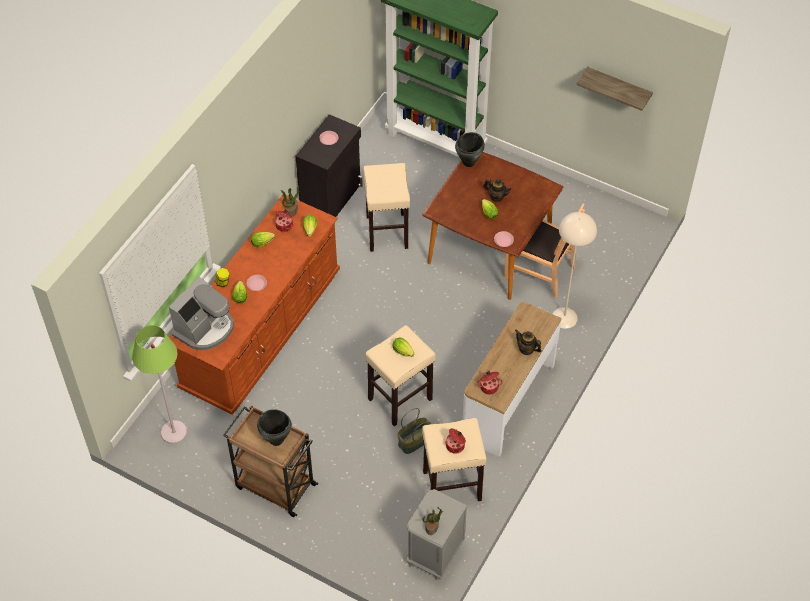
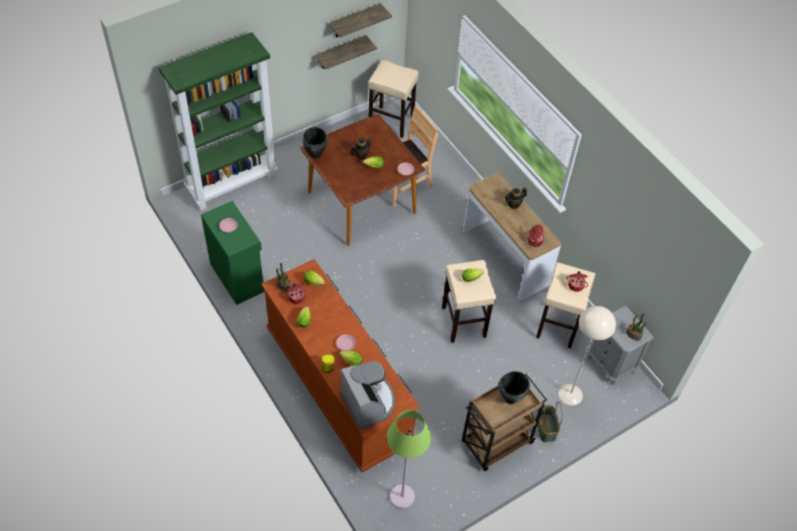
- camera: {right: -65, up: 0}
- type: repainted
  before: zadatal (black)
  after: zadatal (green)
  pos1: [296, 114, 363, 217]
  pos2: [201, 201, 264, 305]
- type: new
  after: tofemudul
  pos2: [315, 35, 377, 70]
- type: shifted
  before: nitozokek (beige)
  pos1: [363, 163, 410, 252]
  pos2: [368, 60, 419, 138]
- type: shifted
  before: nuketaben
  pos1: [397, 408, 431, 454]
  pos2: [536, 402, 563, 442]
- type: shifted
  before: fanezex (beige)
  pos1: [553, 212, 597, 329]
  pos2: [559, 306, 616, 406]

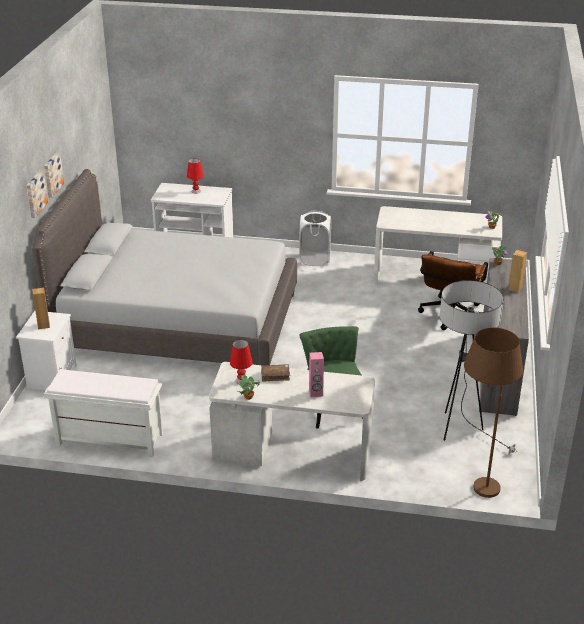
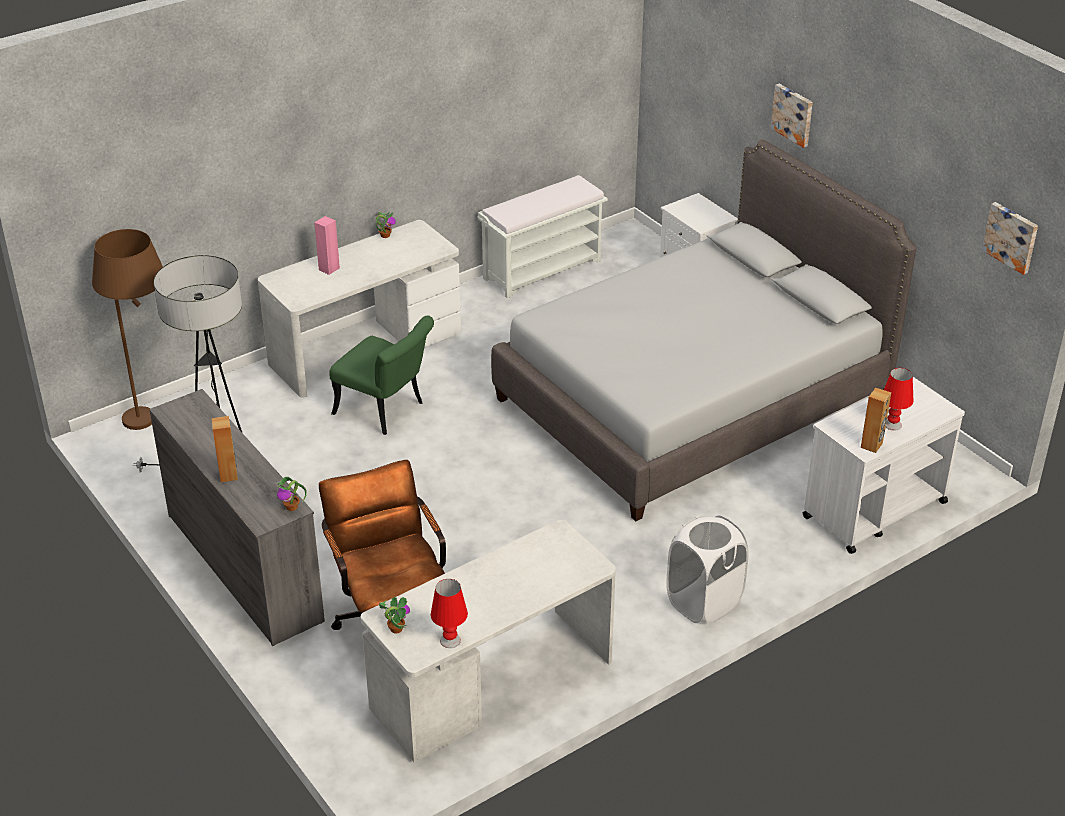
- camera: {right: 135, up: 5}
- type: shifted
  before: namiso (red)
  pos1: [230, 340, 253, 385]
  pos2: [431, 579, 468, 648]
- type: shifted
  before: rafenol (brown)
  pos1: [32, 288, 50, 329]
  pos2: [861, 388, 891, 453]
- type: shifted
  before: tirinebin
  pos1: [44, 152, 64, 198]
  pos2: [982, 202, 1038, 275]
- type: gone
  before: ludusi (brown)
  pos1: [261, 364, 290, 382]

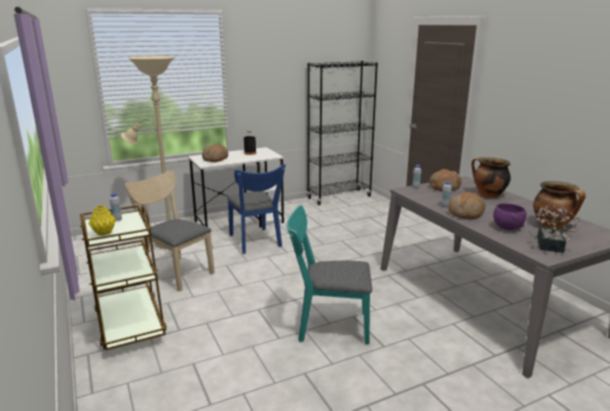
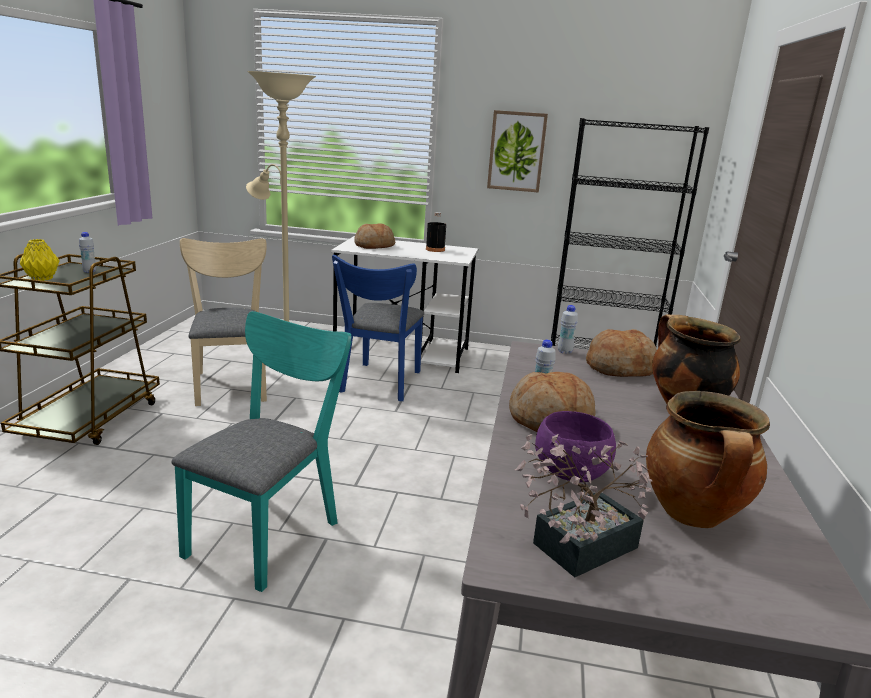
- camera: {right: 35, up: 0}
- type: rotated
  before: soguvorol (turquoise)
  pos1: [286, 205, 372, 344]
  pos2: [172, 311, 351, 592]
  turn: 75
- type: new
  after: tirinebin
  pos2: [487, 110, 548, 193]

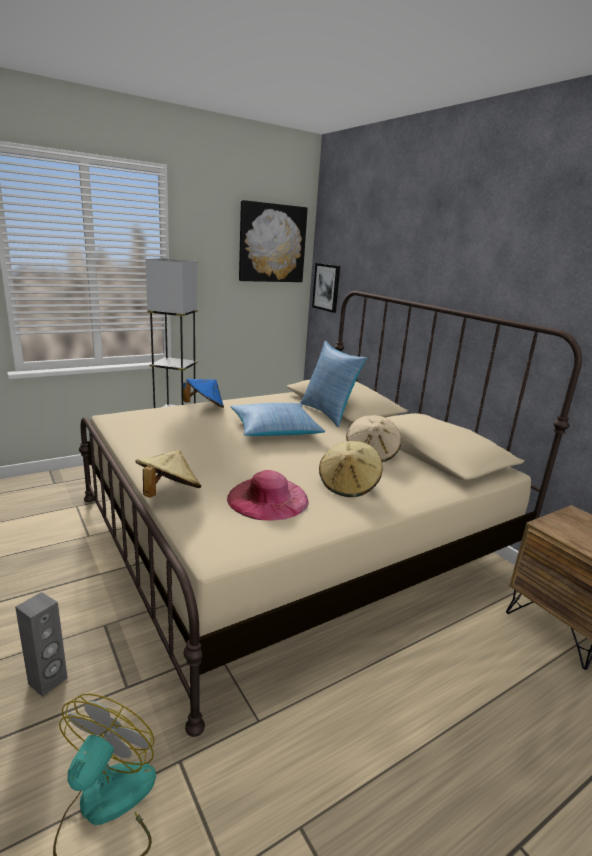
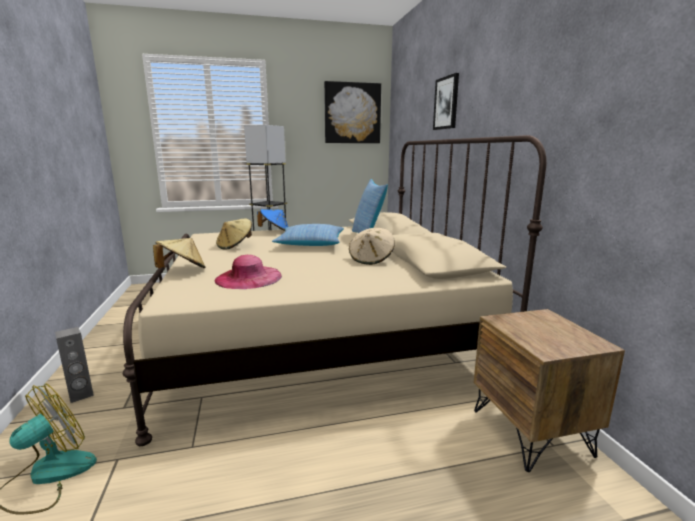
- camera: {right: 20, up: -5}
- type: shifted
  before: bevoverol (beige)
  pos1: [319, 441, 383, 497]
  pos2: [216, 219, 252, 250]
- type: shifted
  before: tirinebin
  pos1: [312, 263, 340, 313]
  pos2: [433, 73, 459, 130]

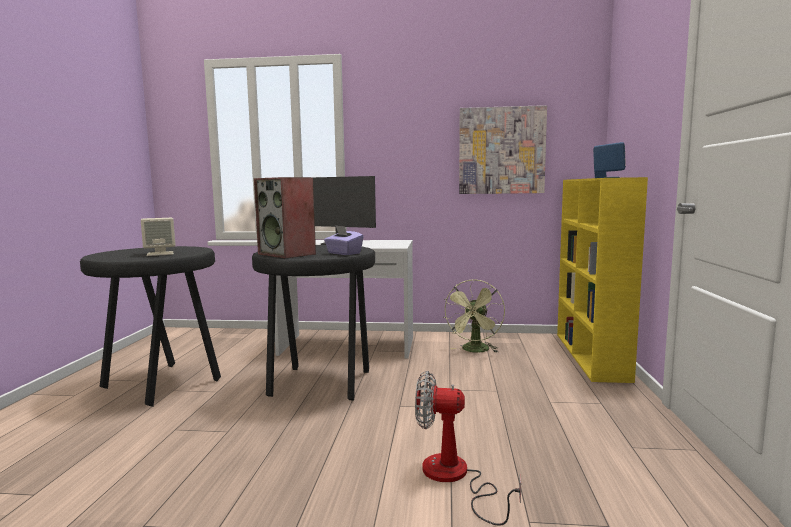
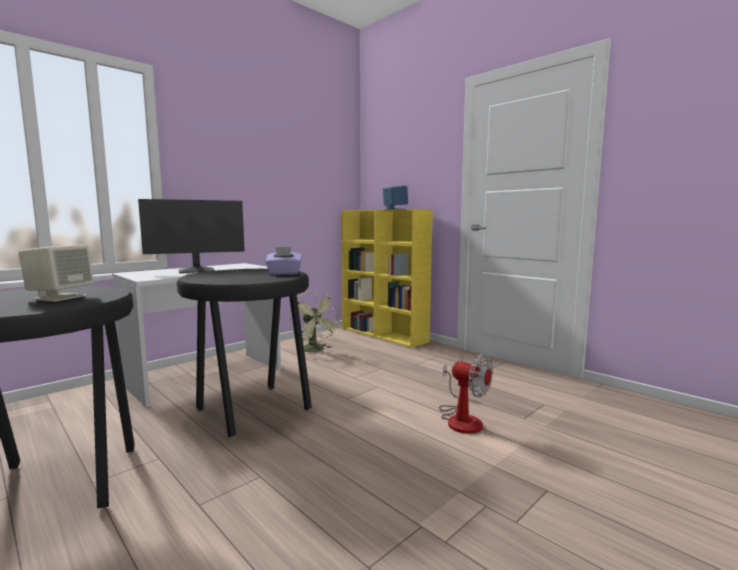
- camera: {right: -50, up: 0}
- type: rotated
  before: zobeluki
  pos1: [415, 371, 521, 526]
  pos2: [439, 353, 493, 434]
  turn: -105
- type: gone
  before: rafenol
  pos1: [254, 177, 316, 259]
- type: gone
  before: tirinebin
  pos1: [459, 105, 547, 194]

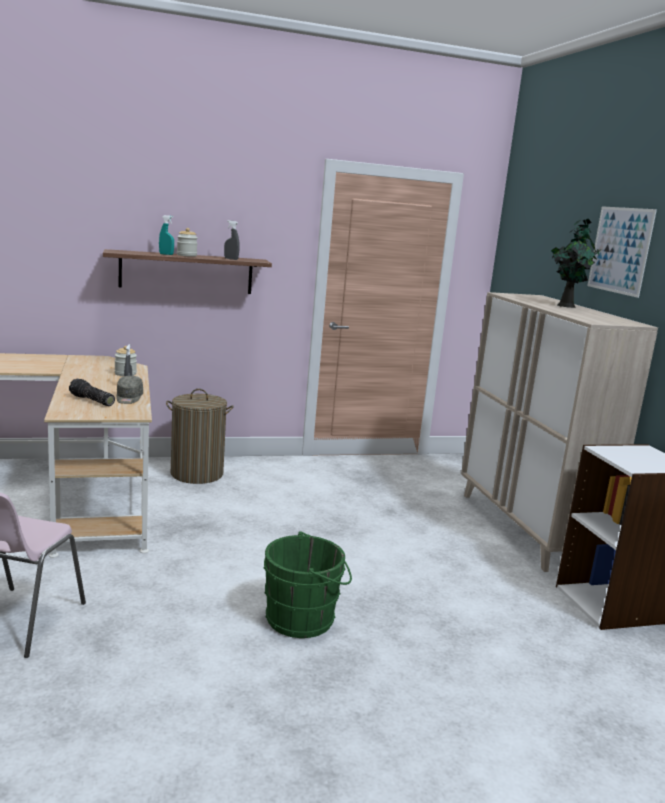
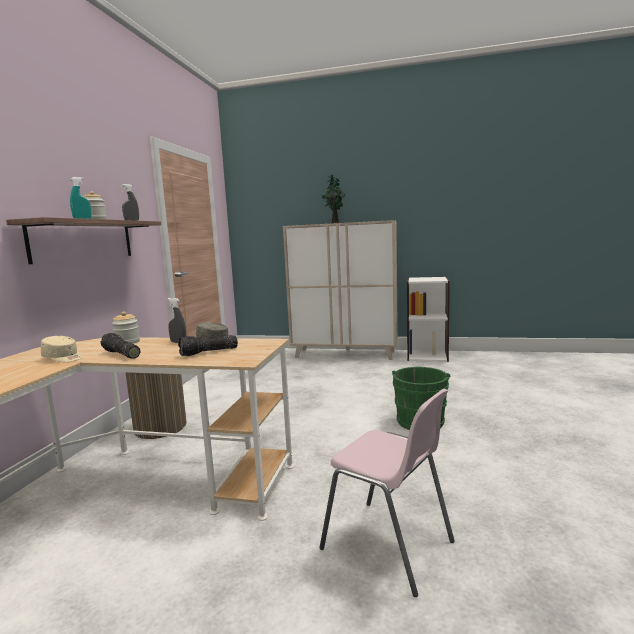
- camera: {right: -60, up: -5}
- type: new
  after: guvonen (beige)
  pos2: [41, 336, 82, 362]
- type: new
  after: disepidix
  pos2: [101, 333, 140, 359]
- type: gone
  before: tirinebin
  pos1: [587, 206, 657, 298]

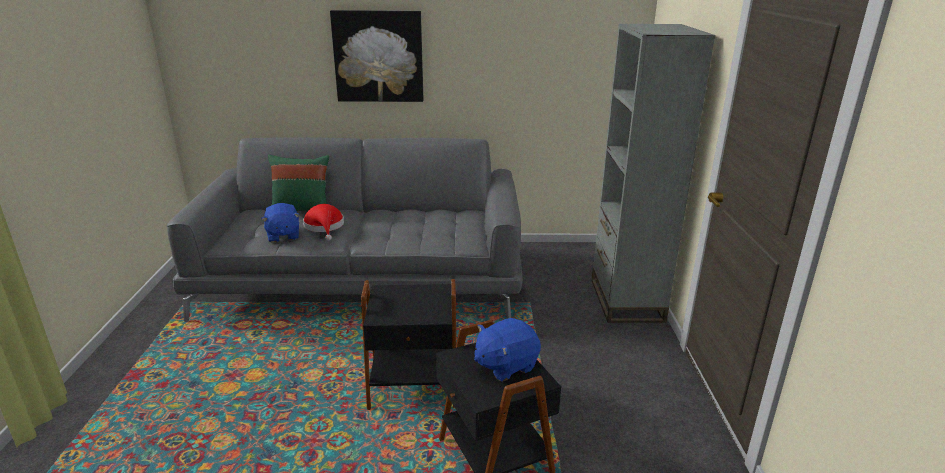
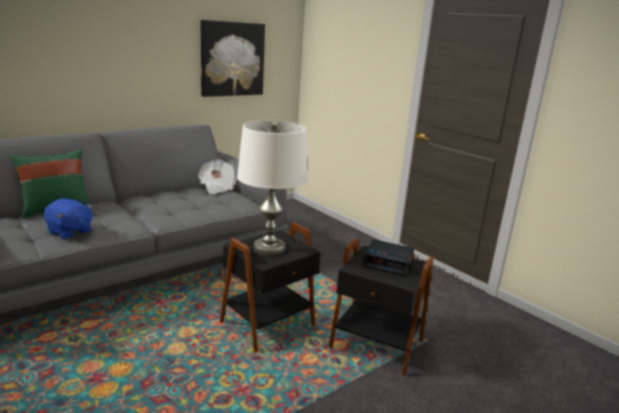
- camera: {right: -40, up: -5}
- type: new
  after: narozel
  pos2: [198, 159, 236, 194]
- type: shifted
  before: tirinebin
  pos1: [330, 10, 423, 102]
  pos2: [201, 20, 265, 97]
- type: new
  after: namiso (white)
  pos2: [237, 121, 307, 255]
- type: swapped
  before: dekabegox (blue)
  after: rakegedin
  pos1: [474, 318, 541, 382]
  pos2: [363, 240, 414, 276]
- type: gone
  before: bevoverol (red)
  pos1: [303, 204, 344, 241]
- type: gone
  before: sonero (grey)
  pos1: [591, 24, 716, 323]

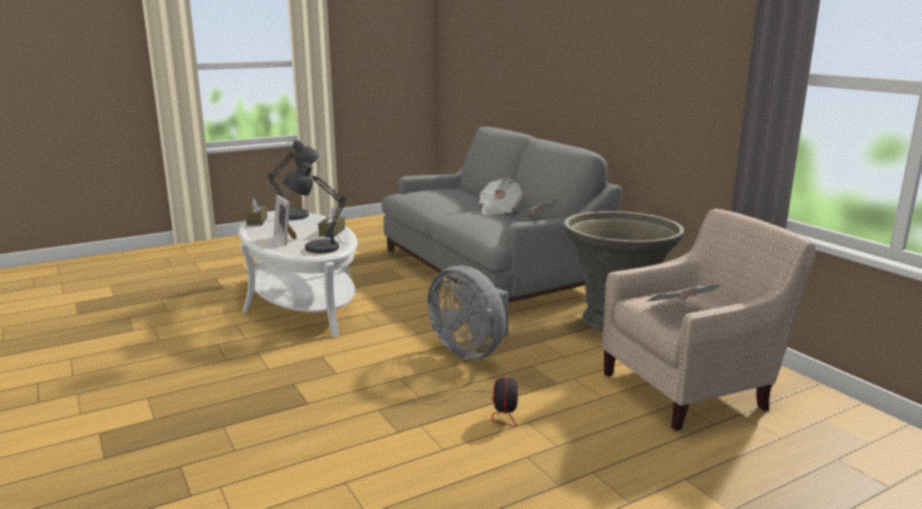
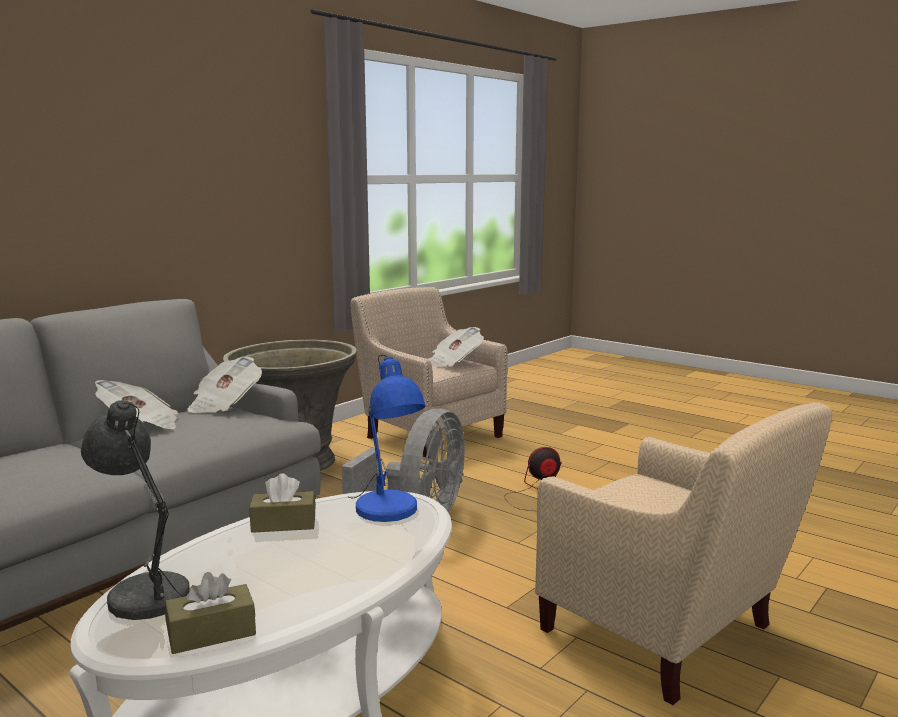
- camera: {right: -110, up: -5}
- type: repainted
  before: namiso (grey)
  after: namiso (blue)
  pos1: [283, 162, 349, 254]
  pos2: [348, 355, 425, 522]
- type: new
  after: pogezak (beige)
  pos2: [535, 402, 832, 705]
- type: gone
  before: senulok
  pos1: [274, 195, 296, 245]

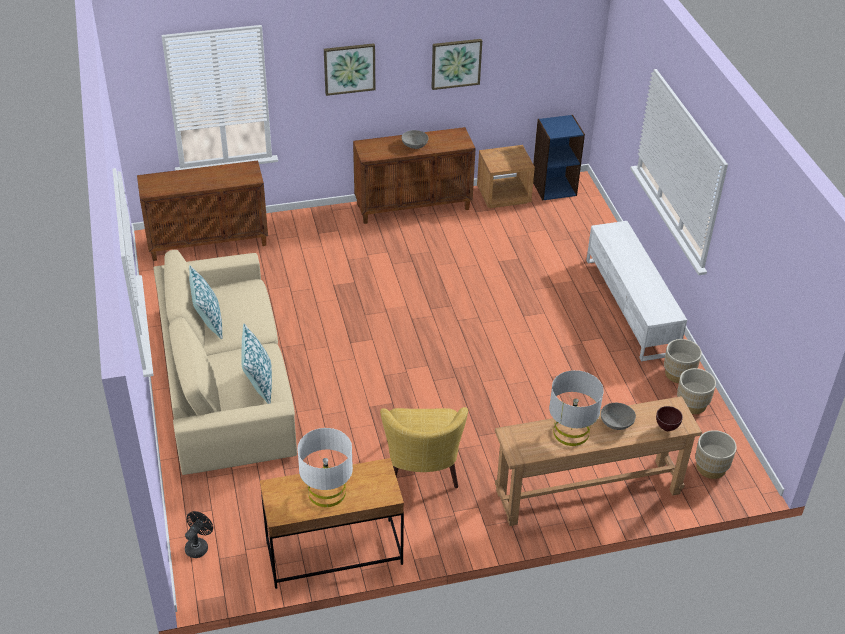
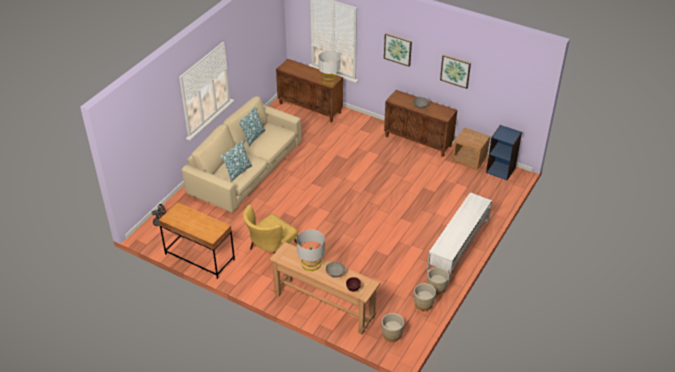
- camera: {right: 45, up: 0}
- type: shifted
  before: namiso (white)
  pos1: [297, 428, 353, 507]
  pos2: [318, 50, 340, 84]

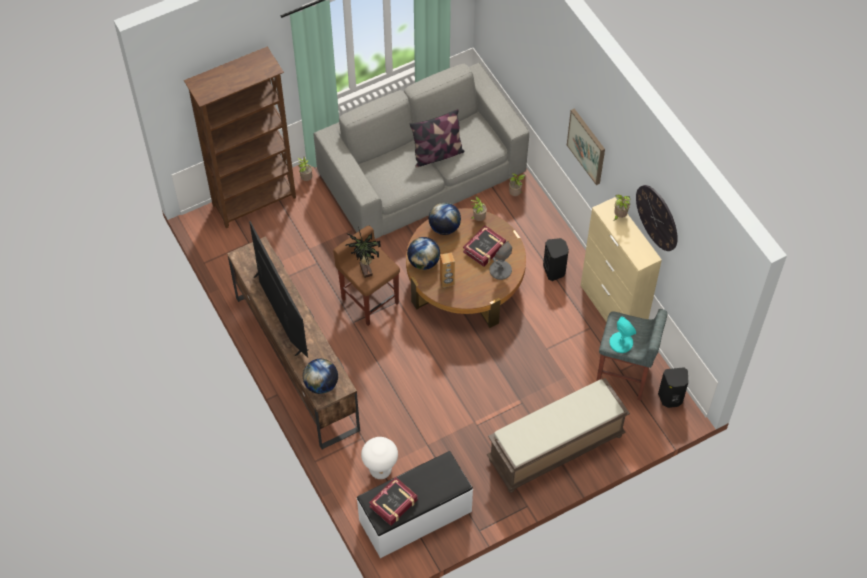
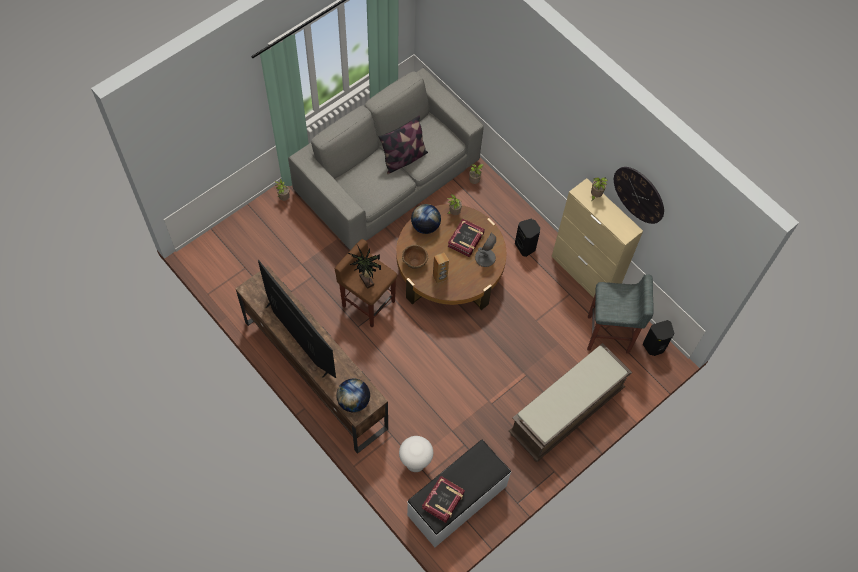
- camera: {right: -15, up: 5}
- type: swapped
  before: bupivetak
  after: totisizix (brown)
  pos1: [407, 237, 440, 270]
  pos2: [402, 245, 428, 269]
- type: gone
  before: sonero (brown)
  pos1: [184, 47, 296, 228]
- type: gone
  before: tirinebin
  pos1: [567, 109, 605, 185]
- type: gone
  before: namiso (turquoise)
  pos1: [609, 316, 636, 353]

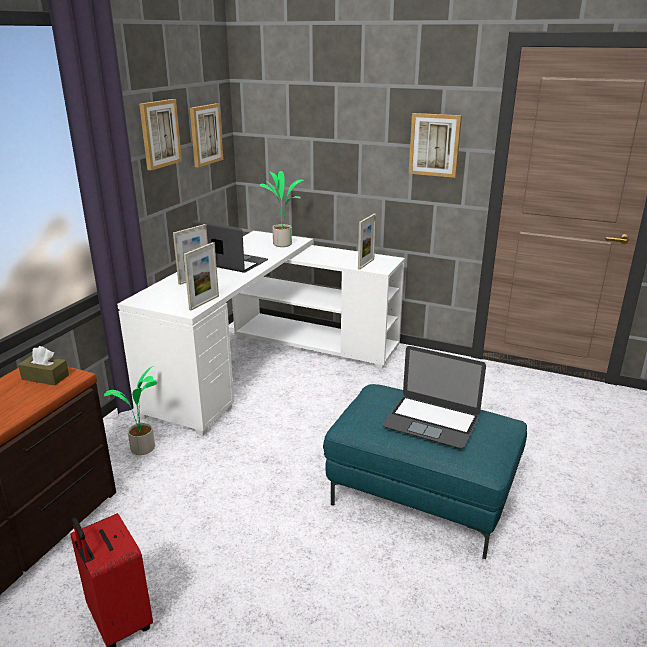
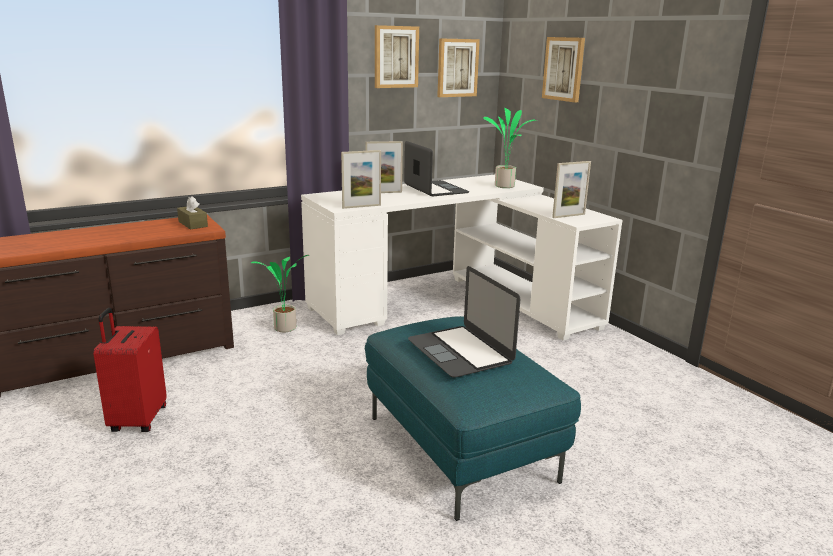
- camera: {right: 35, up: -5}
- type: shifted
  before: tirinebin
  pos1: [409, 113, 462, 178]
  pos2: [542, 37, 585, 102]

